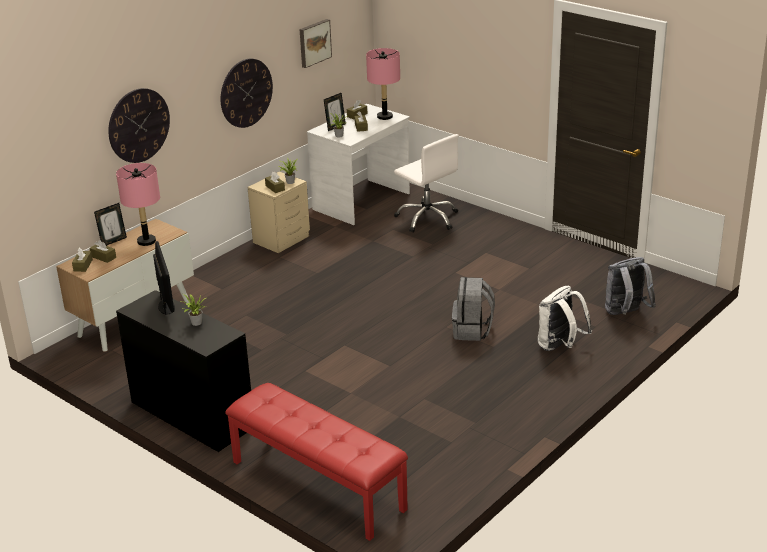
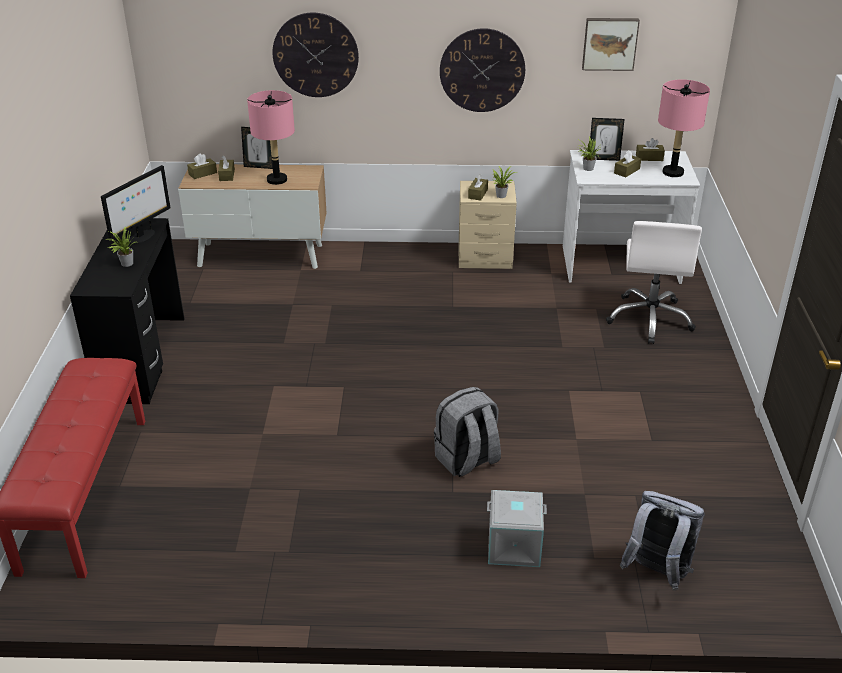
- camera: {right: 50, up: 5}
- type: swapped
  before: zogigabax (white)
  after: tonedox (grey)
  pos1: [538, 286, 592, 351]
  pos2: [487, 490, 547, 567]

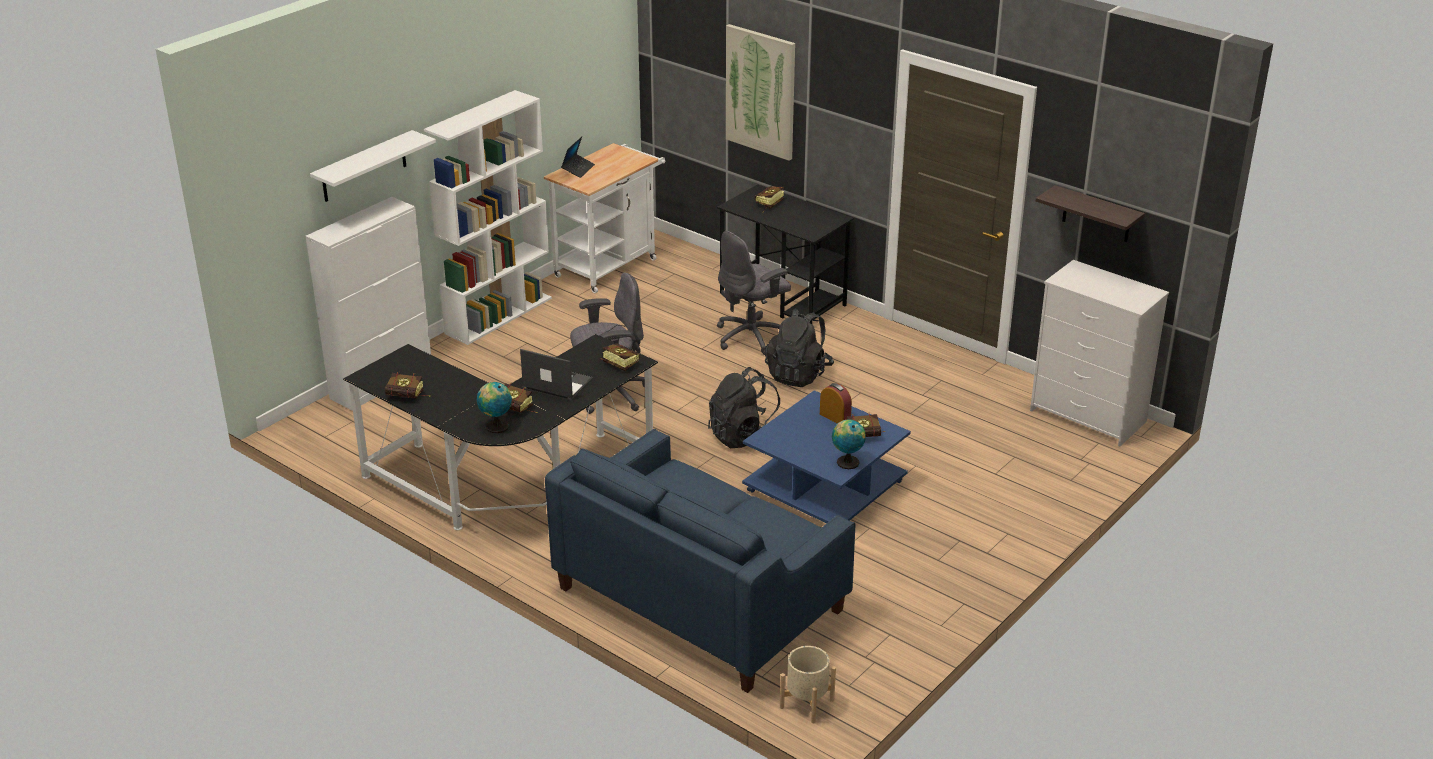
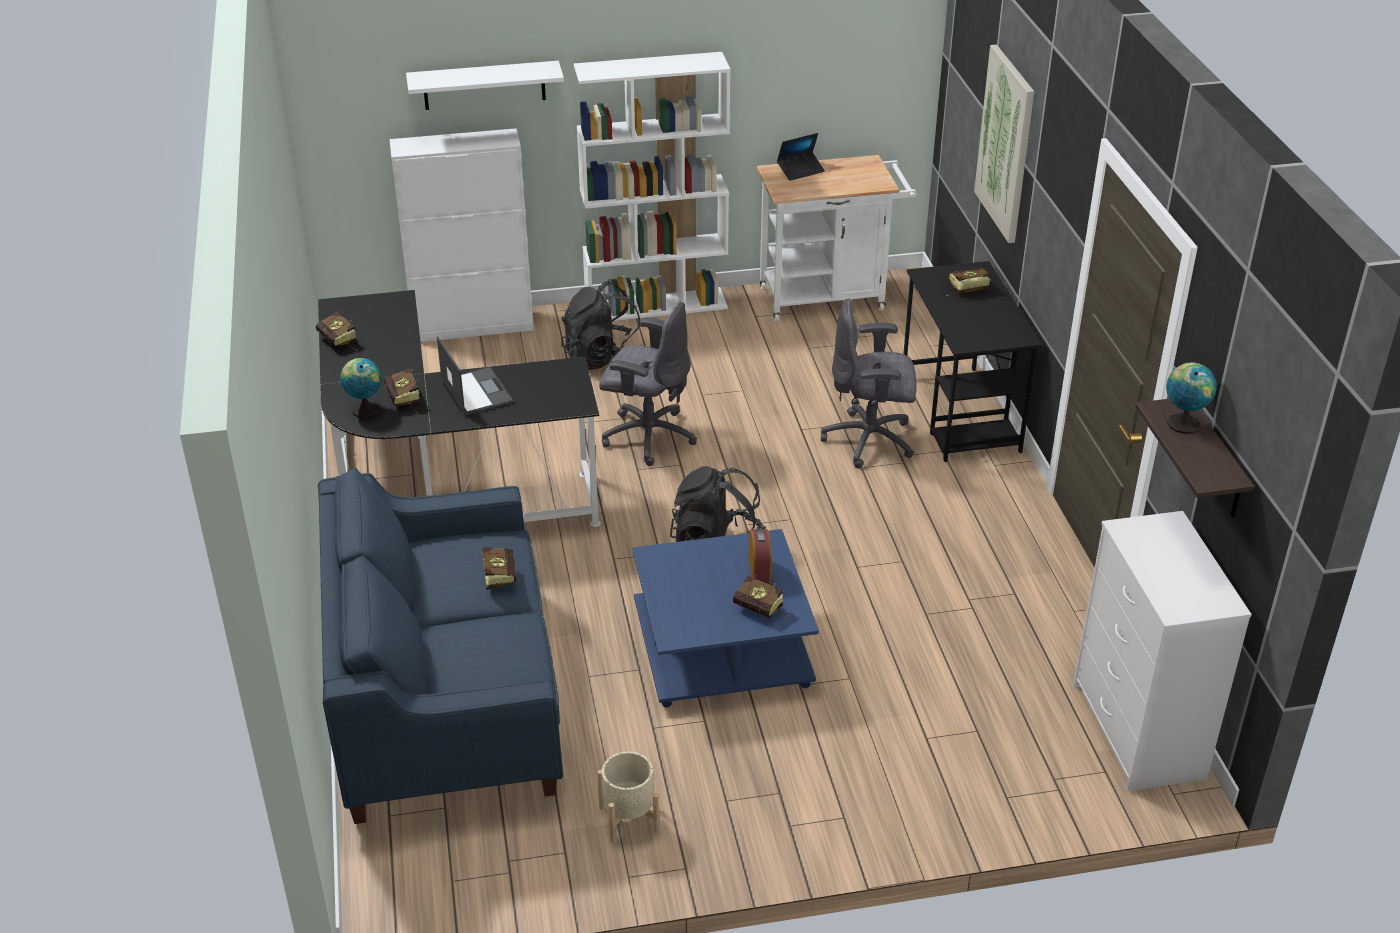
- camera: {right: 40, up: 5}
- type: shifted
  before: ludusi
  pos1: [600, 344, 640, 372]
  pos2: [481, 547, 516, 590]
- type: shifted
  before: zogigabax (black)
  pos1: [765, 308, 834, 387]
  pos2: [561, 281, 643, 370]
- type: shifted
  before: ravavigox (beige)
  pos1: [780, 646, 836, 723]
  pos2: [597, 751, 659, 843]
- type: shifted
  before: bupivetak
  pos1: [832, 420, 866, 469]
  pos2: [1166, 362, 1217, 434]

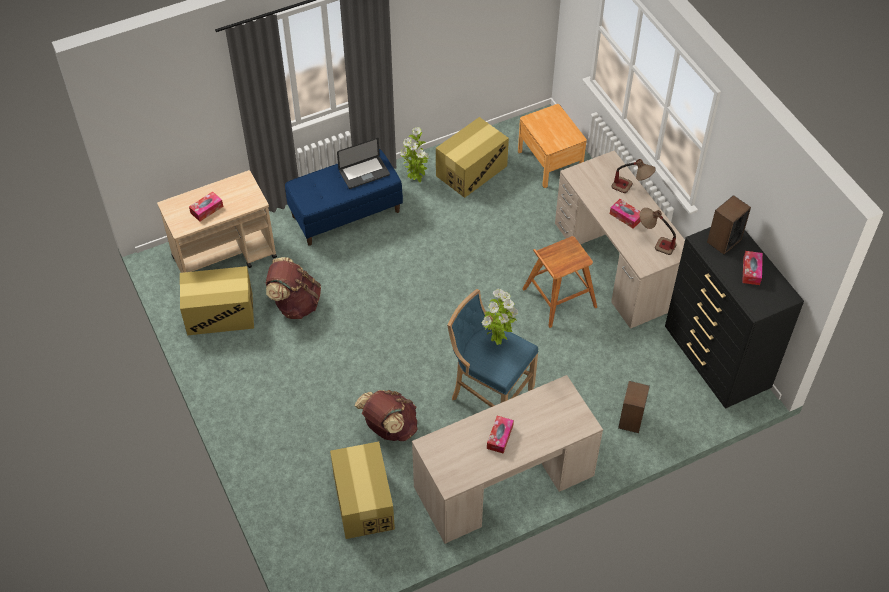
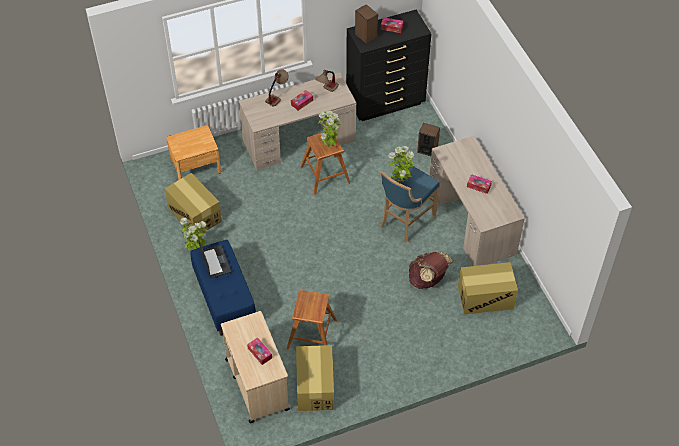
- camera: {right: -85, up: 0}
- type: swapped
  before: zogigabax (brown)
  after: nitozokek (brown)
  pos1: [266, 257, 321, 319]
  pos2: [287, 290, 337, 350]
- type: new
  after: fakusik
  pos2: [318, 110, 341, 147]

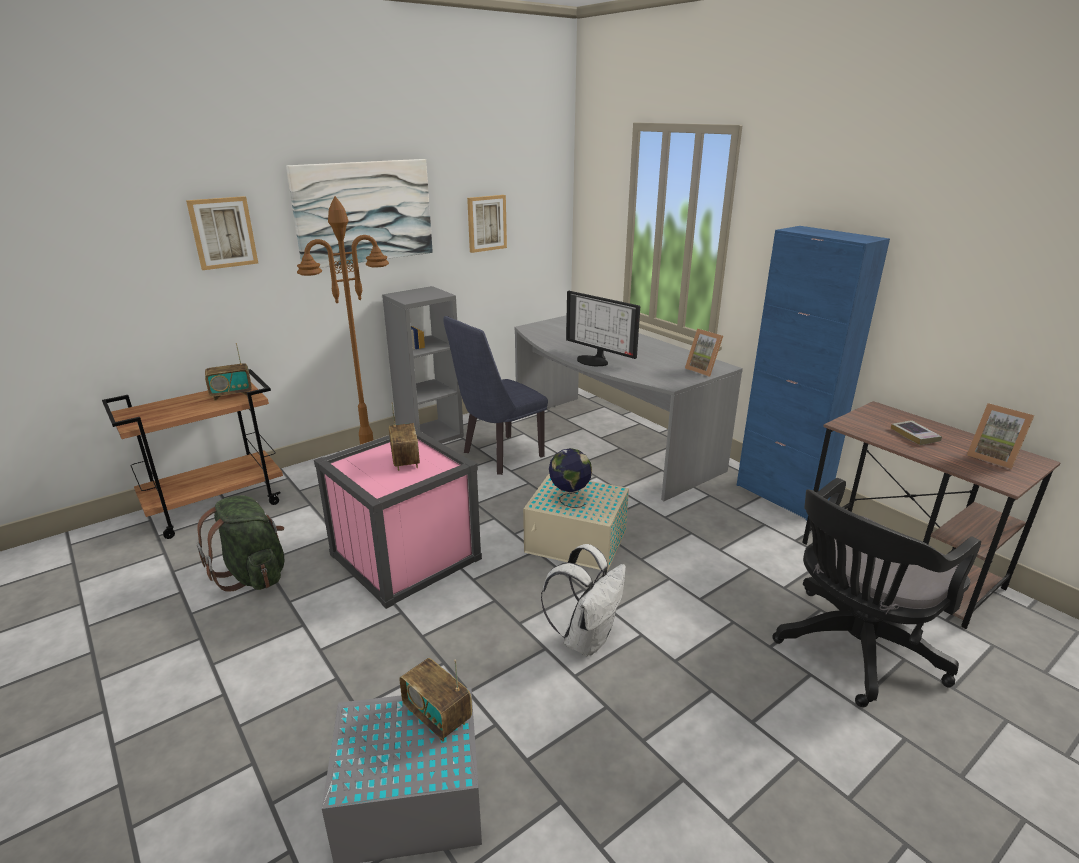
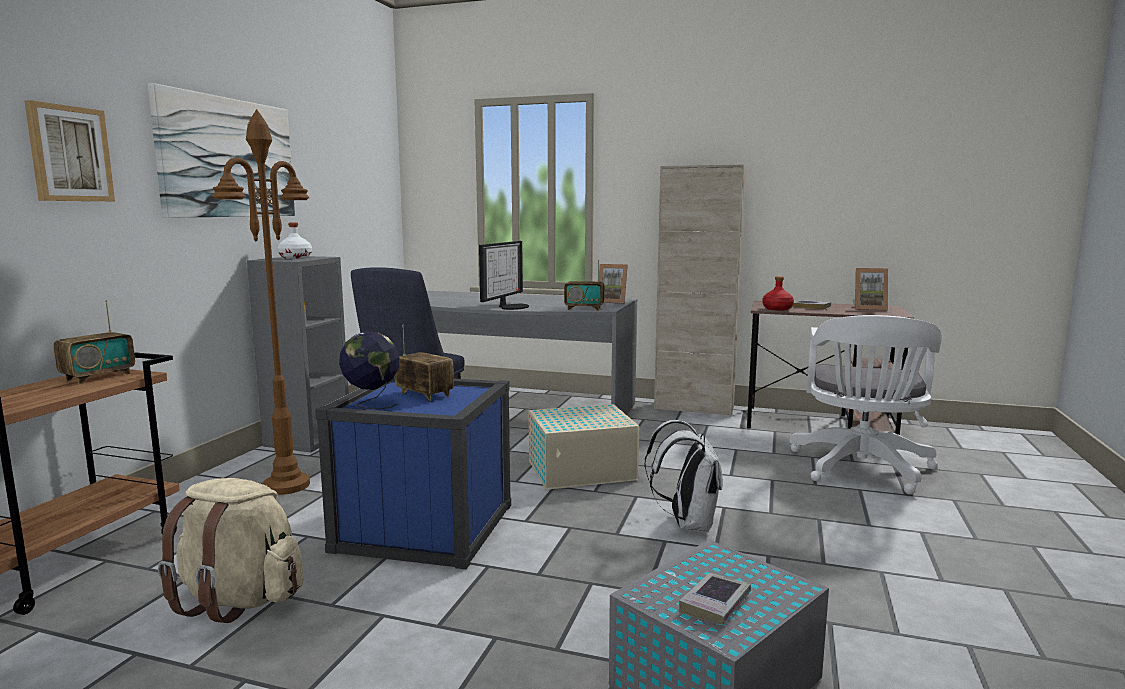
- camera: {right: -35, up: -15}
- type: repainted
  before: zogigabax (green)
  after: zogigabax (beige)
  pos1: [196, 495, 285, 592]
  pos2: [158, 478, 304, 623]
- type: new
  after: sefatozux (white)
  pos2: [278, 223, 312, 259]
- type: repainted
  before: tonedox (pink)
  after: tonedox (blue)
  pos1: [314, 427, 482, 609]
  pos2: [315, 377, 511, 569]
- type: shifted
  before: bupivetak
  pos1: [549, 448, 592, 508]
  pos2: [339, 331, 399, 409]
- type: rotated
  before: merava
  pos1: [566, 291, 640, 366]
  pos2: [479, 241, 529, 310]
  turn: -75
- type: shifted
  before: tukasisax
  pos1: [399, 658, 472, 742]
  pos2: [564, 260, 604, 311]
- type: repainted
  before: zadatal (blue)
  after: zadatal (beige)
  pos1: [736, 226, 890, 520]
  pos2: [654, 164, 746, 416]
- type: new
  after: ludusi
  pos2: [679, 573, 751, 625]
- type: new
  after: sefatozux (red)
  pos2: [762, 276, 794, 311]
- type: repainted
  before: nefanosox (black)
  after: nefanosox (white)
  pos1: [772, 478, 981, 707]
  pos2: [790, 315, 942, 494]
- type: gone
  before: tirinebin
  pos1: [467, 195, 507, 253]

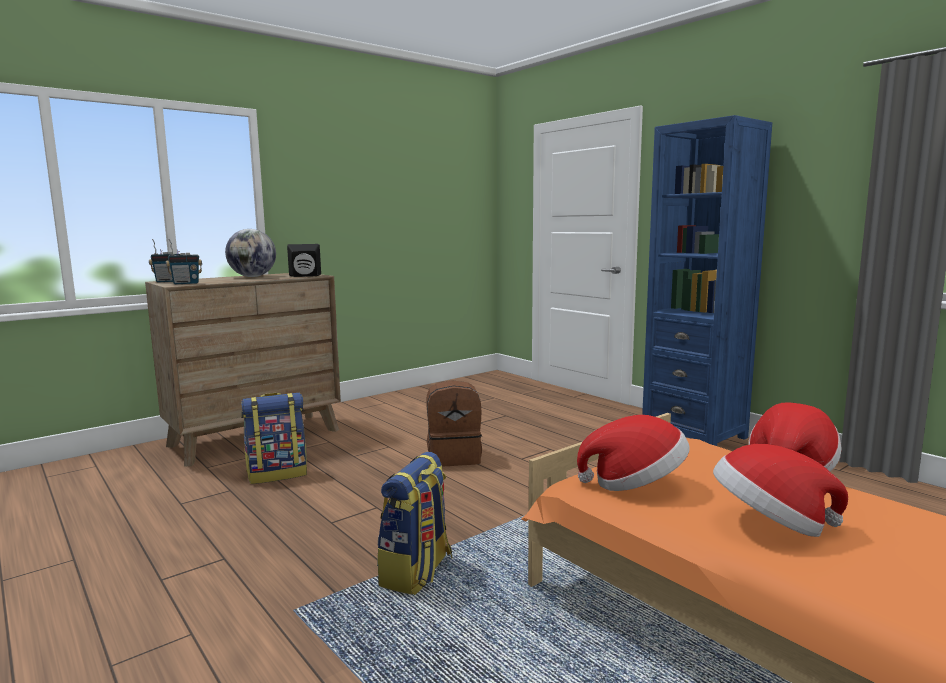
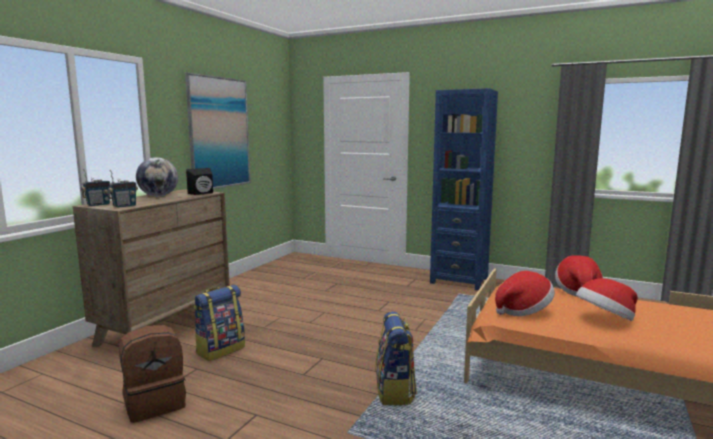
- camera: {right: -25, up: 0}
- type: shifted
  before: zogigabax (brown)
  pos1: [426, 380, 482, 467]
  pos2: [119, 325, 186, 423]
- type: new
  after: tirinebin
  pos2: [185, 73, 251, 189]

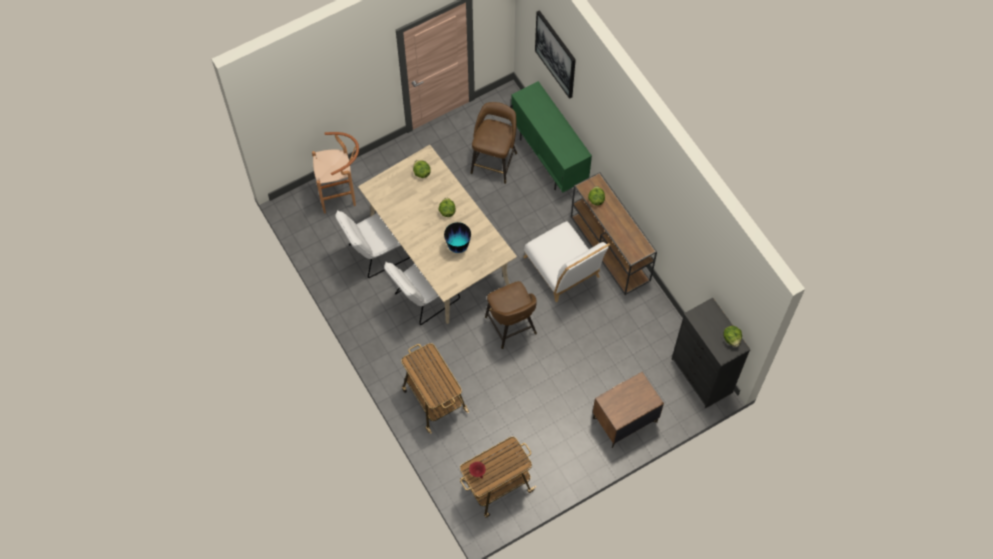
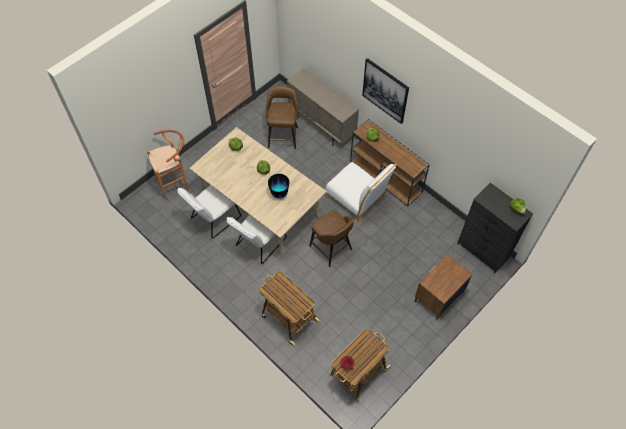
- camera: {right: -15, up: -5}
- type: repainted
  before: zadatal (green)
  after: zadatal (beige)
  pos1: [510, 81, 592, 192]
  pos2: [287, 68, 359, 146]
- type: shifted
  before: tirinebin
  pos1: [535, 10, 576, 99]
  pos2: [362, 58, 409, 124]

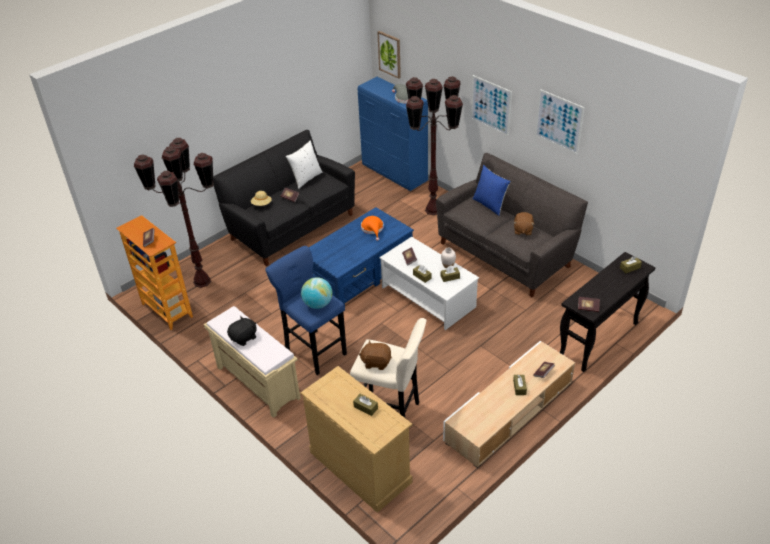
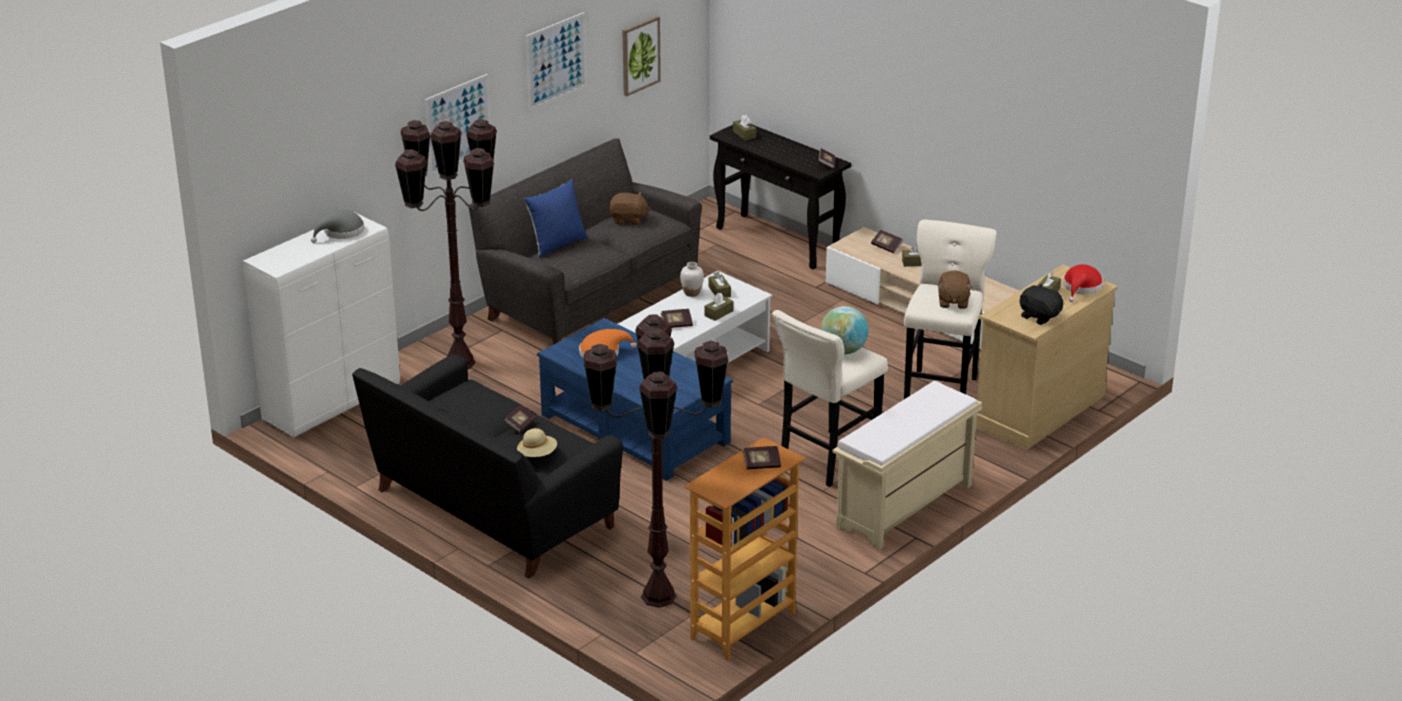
- camera: {right: -95, up: -10}
- type: repainted
  before: zadatal (blue)
  after: zadatal (white)
  pos1: [358, 77, 428, 191]
  pos2: [243, 213, 400, 438]
- type: shifted
  before: tirinebin
  pos1: [377, 31, 401, 79]
  pos2: [623, 16, 661, 96]
- type: repainted
  before: nitozokek (blue)
  after: nitozokek (beige)
  pos1: [265, 246, 347, 375]
  pos2: [772, 310, 888, 487]
- type: shifted
  before: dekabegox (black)
  pos1: [227, 316, 257, 346]
  pos2: [1020, 283, 1063, 325]
- type: new
  after: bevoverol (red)
  pos2: [1063, 264, 1103, 302]
- type: gone
  before: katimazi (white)
  pos1: [286, 140, 322, 189]

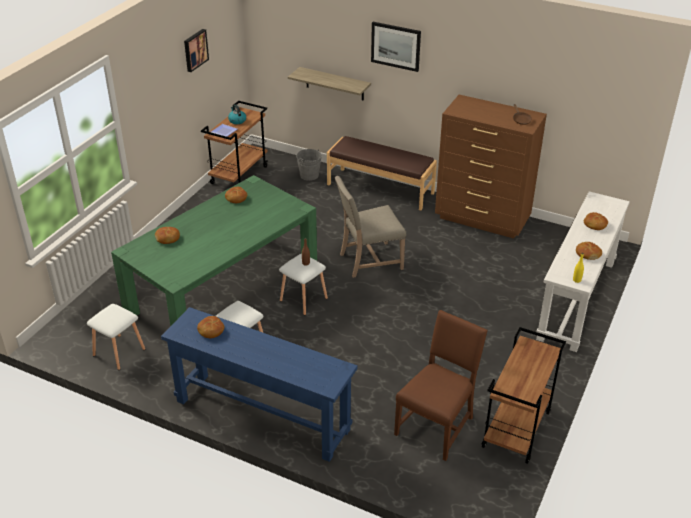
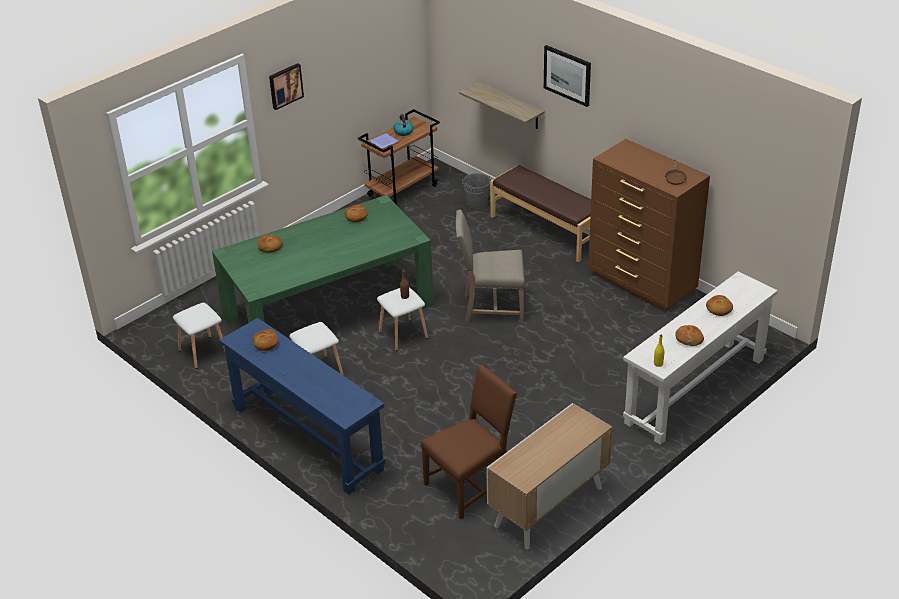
- camera: {right: 20, up: 0}
- type: shifted
  before: tirinebin
  pos1: [184, 29, 209, 72]
  pos2: [269, 63, 304, 110]
- type: swapped
  before: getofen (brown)
  after: zadatal
  pos1: [481, 327, 566, 464]
  pos2: [486, 403, 612, 549]

